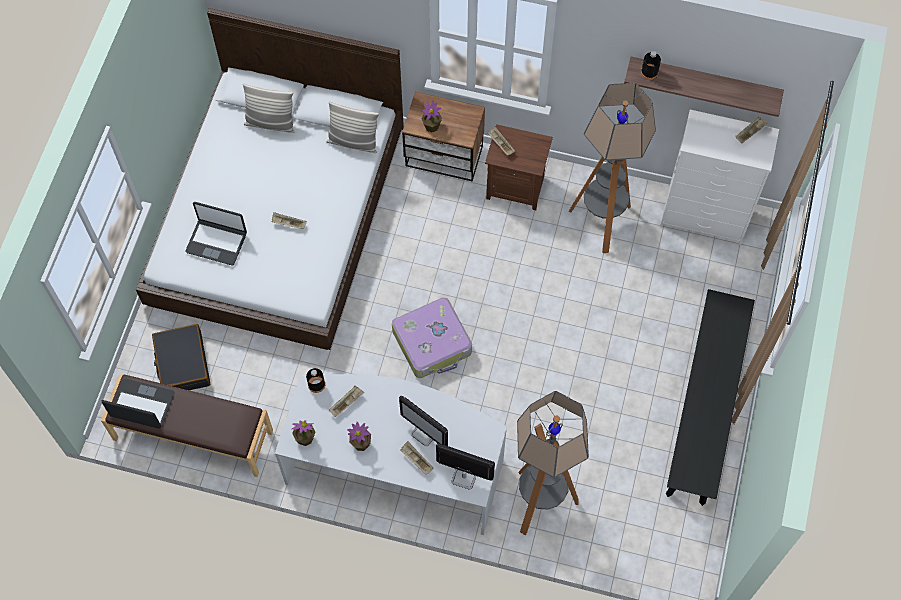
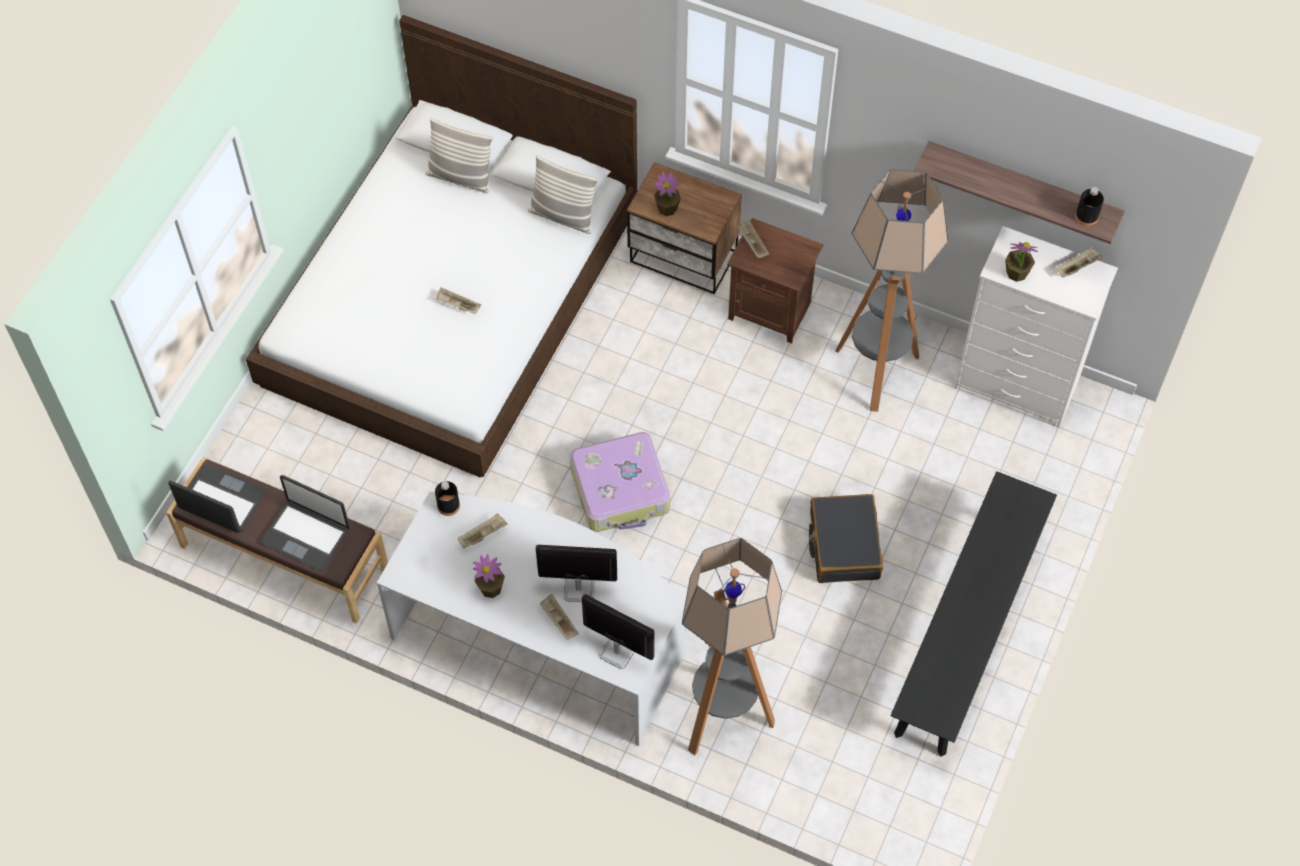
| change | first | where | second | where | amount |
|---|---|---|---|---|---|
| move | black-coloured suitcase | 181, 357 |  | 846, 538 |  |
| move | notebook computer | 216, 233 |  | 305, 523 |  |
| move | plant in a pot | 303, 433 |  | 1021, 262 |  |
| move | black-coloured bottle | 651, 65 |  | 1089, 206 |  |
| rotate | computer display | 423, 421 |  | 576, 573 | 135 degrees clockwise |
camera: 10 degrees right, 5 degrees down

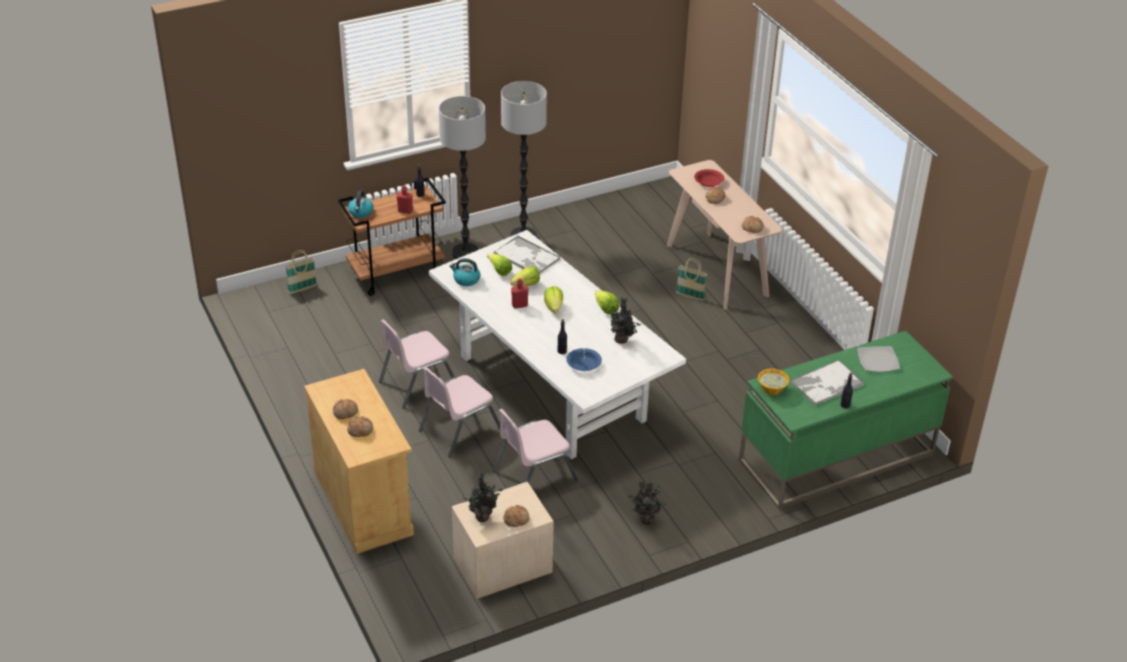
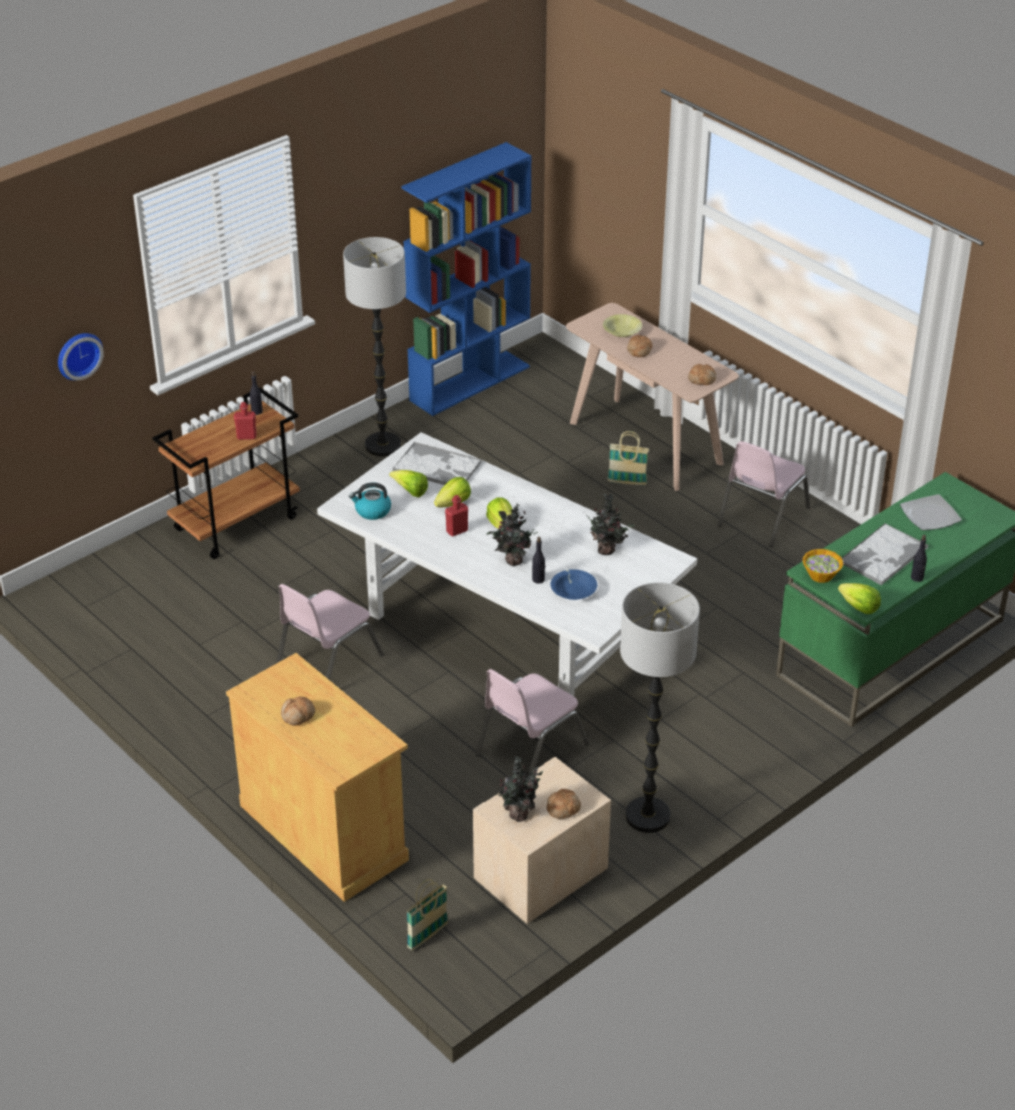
| change | first | where | second | where | amount |
|---|---|---|---|---|---|
| delete | bread | 360, 426 |  |  |  |
| delete | kettle | 360, 204 |  |  |  |
| insert |  |  | clock on the wall | 81, 356 |  |
| insert |  |  | bluish bookcase | 466, 279 |  |
| move | storage basket | 301, 272 |  | 427, 915 |  |
| move | pink-coloured upright chair | 459, 412 |  | 763, 494 |  |
| move | standing lamp | 462, 177 |  | 660, 707 |  |
| move | lettuce | 607, 302 |  | 859, 598 |  |
| move | plant in a pot | 647, 502 |  | 513, 534 |  |
| recolor | reddish bowl | 709, 178 | yellowish bowl | 622, 325 |  |
camera: 15 degrees left, 0 degrees up

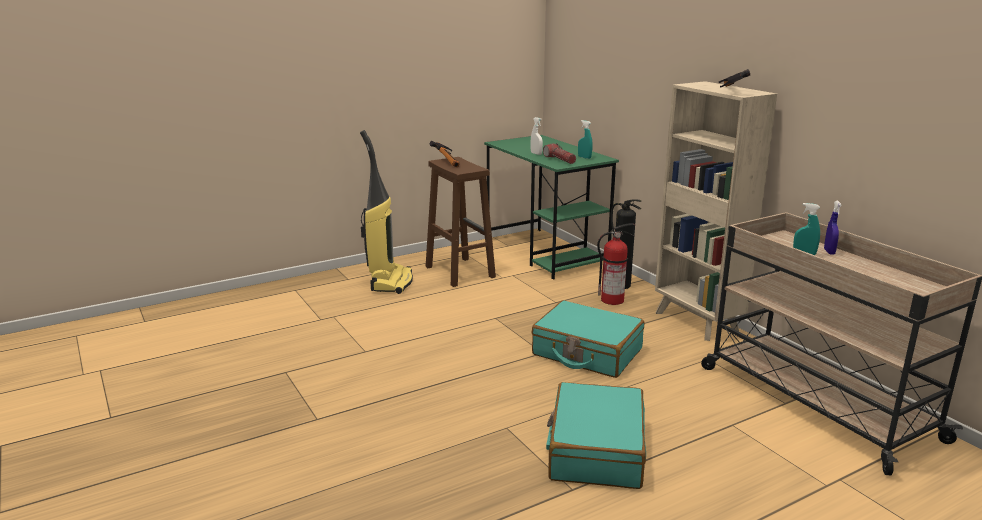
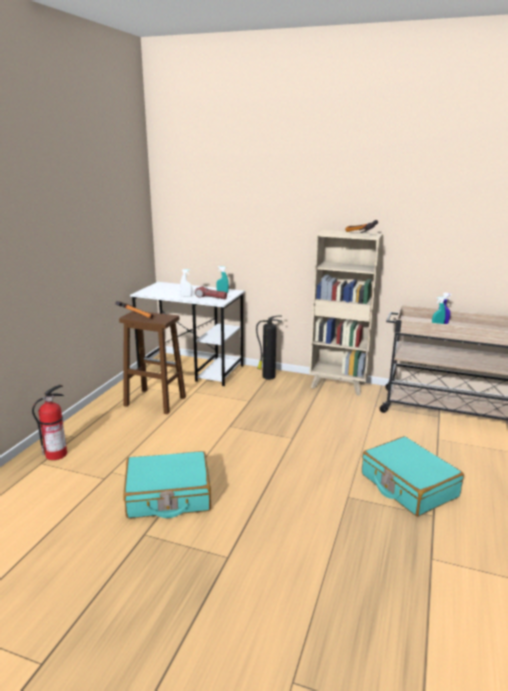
| change | first | where | second | where | amount |
|---|---|---|---|---|---|
| delete | vacuum cleaner | 386, 212 |  |  |  |
| move | turquoise suitcase | 587, 339 |  | 167, 484 |  |
| move | fire extinguisher | 616, 264 |  | 49, 422 |  |
| recolor | green-coloured desk | 551, 207 | whitish desk | 187, 334 |  |
camera: 40 degrees left, 0 degrees up

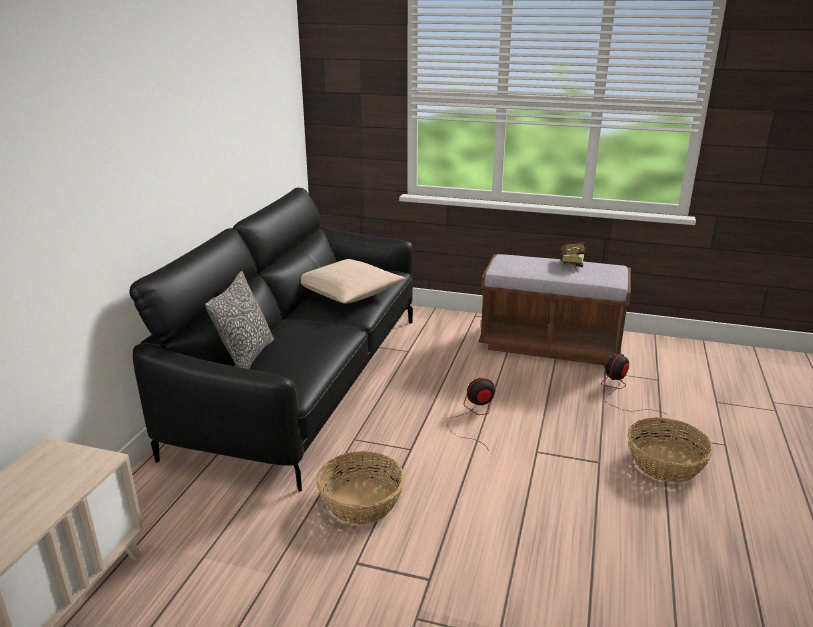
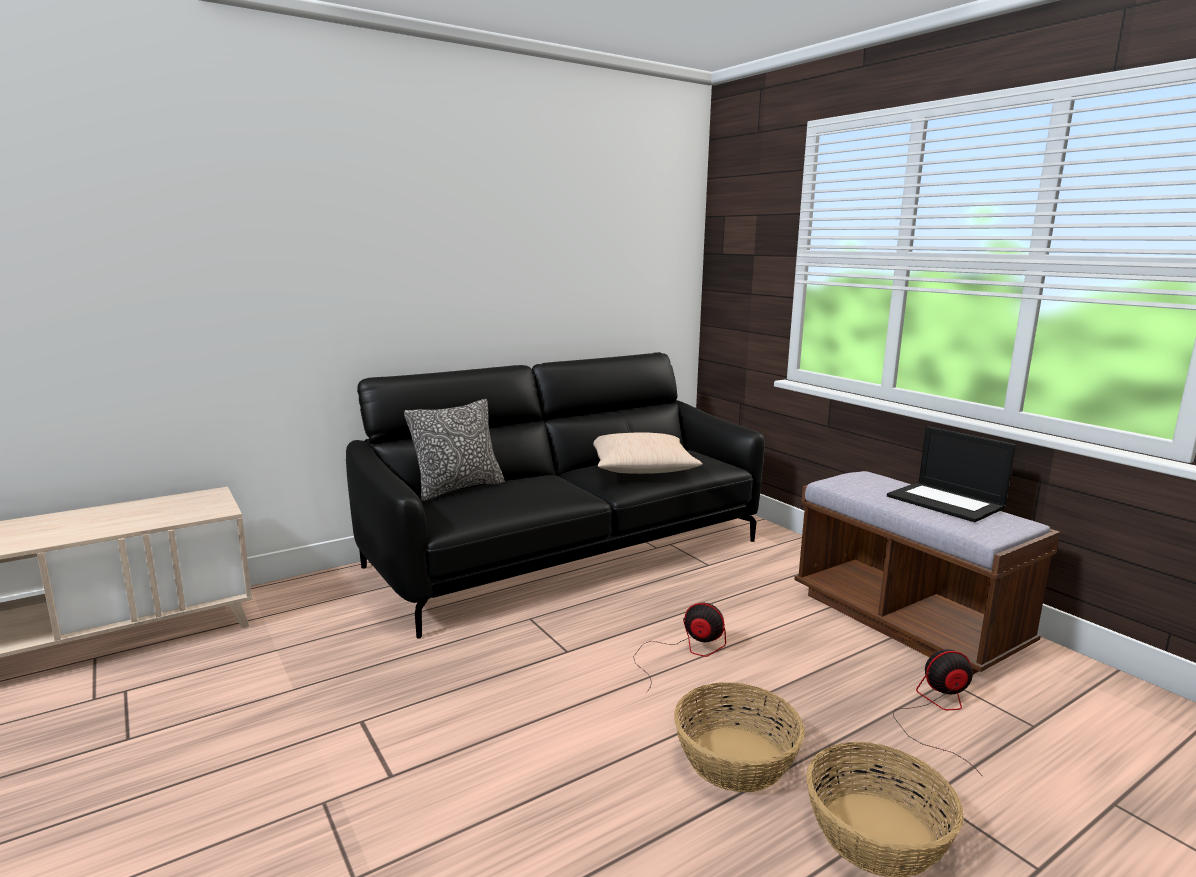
| change | first | where | second | where | amount |
|---|---|---|---|---|---|
| move | storage basket | 360, 488 |  | 739, 737 |  |
| replace | bound book | 573, 257 | notebook computer | 951, 474 |  |
camera: 40 degrees right, 10 degrees down

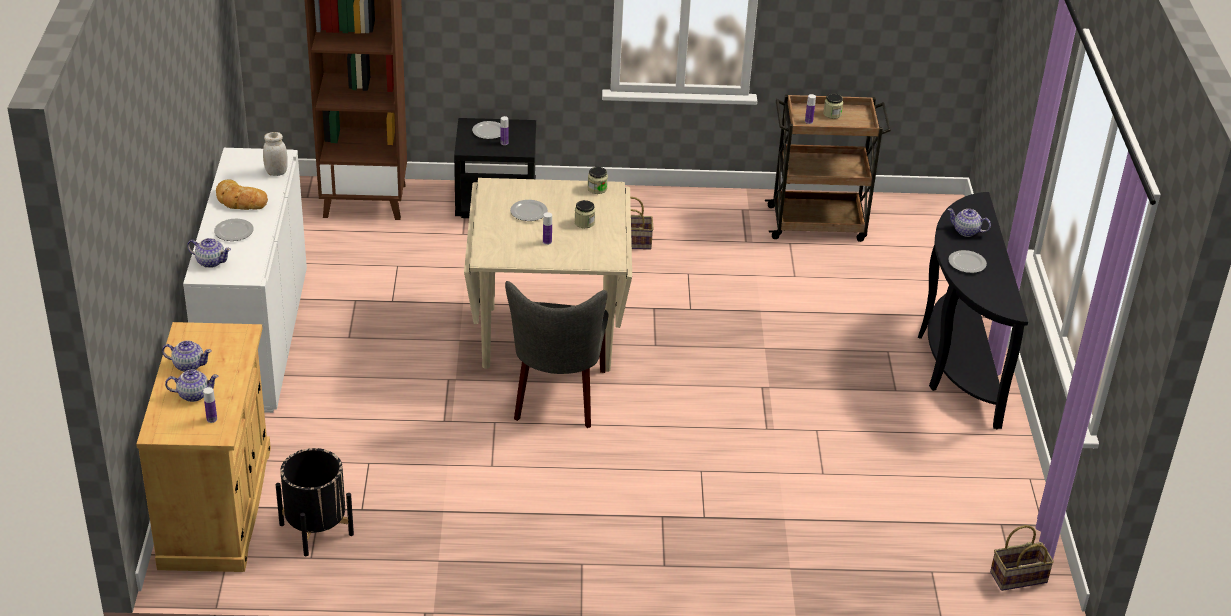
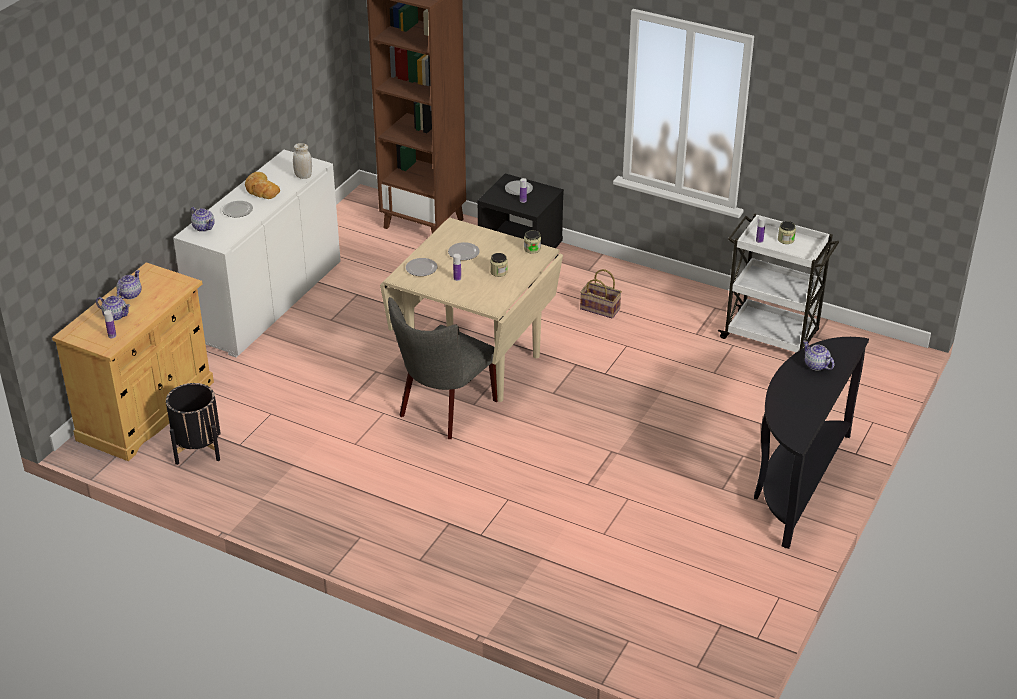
| change | first | where | second | where | amount |
|---|---|---|---|---|---|
| delete | storage basket | 1022, 558 |  |  |  |
| move | flat dish | 967, 261 |  | 421, 267 |  |
| recolor | brown cart | 828, 168 | whitish cart | 778, 283 |  |
| rotate | teapot | 187, 356 |  | 129, 284 | 105 degrees counterclockwise |
camera: 30 degrees right, 0 degrees up

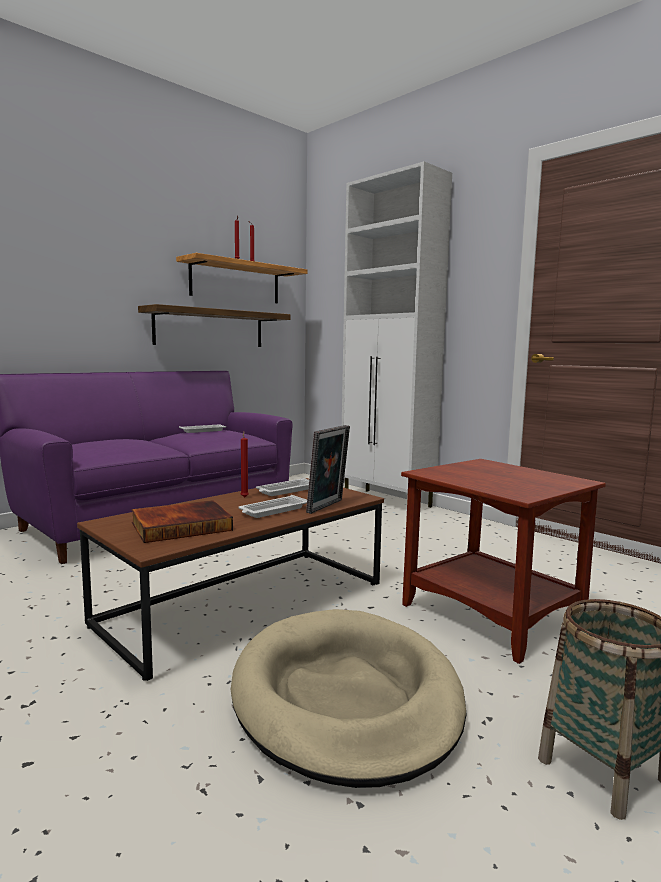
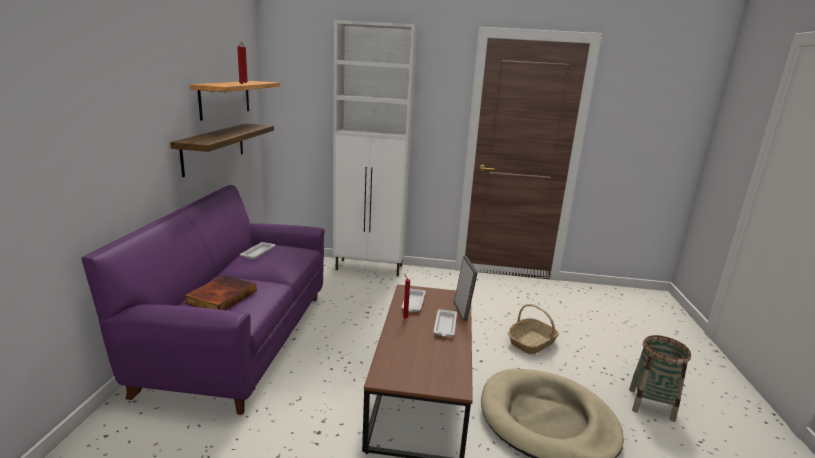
| change | first | where | second | where | amount |
|---|---|---|---|---|---|
| move | bound book | 182, 521 |  | 220, 292 |  |
| replace | brown side table | 503, 561 | storage basket | 533, 329 |  |
camera: 40 degrees left, 10 degrees up

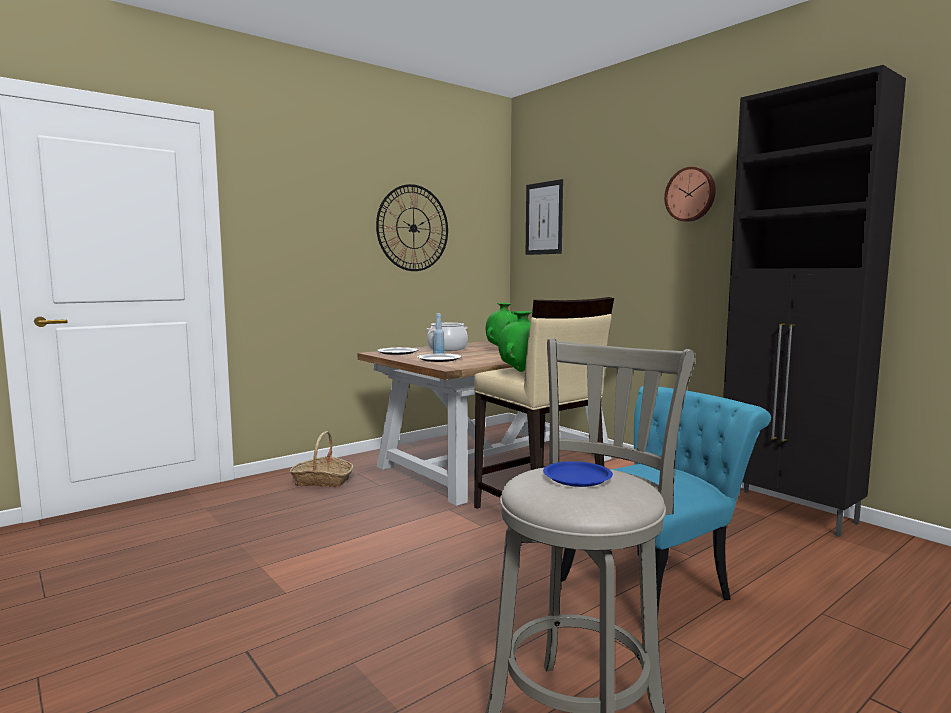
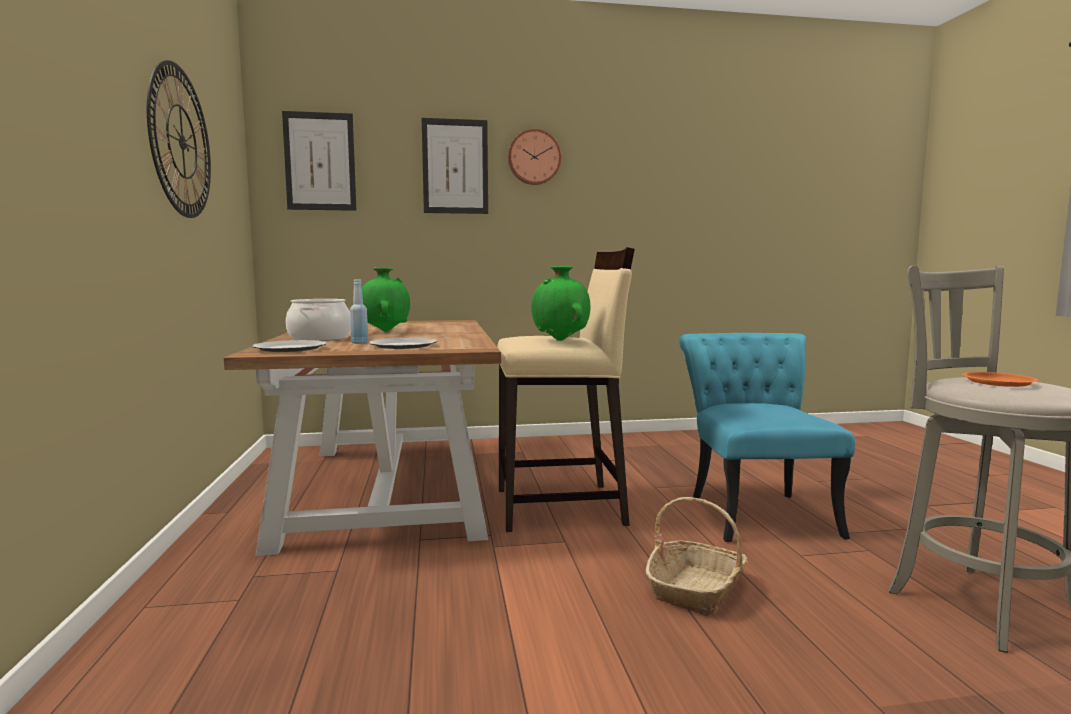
| change | first | where | second | where | amount |
|---|---|---|---|---|---|
| delete | black-coloured cabinet | 814, 301 |  |  |  |
| insert |  |  | picture | 455, 166 |  |
| move | storage basket | 322, 459 |  | 697, 556 |  |
| recolor | bluish flat dish | 578, 474 | orange flat dish | 1000, 379 |  |
camera: 60 degrees left, 0 degrees up

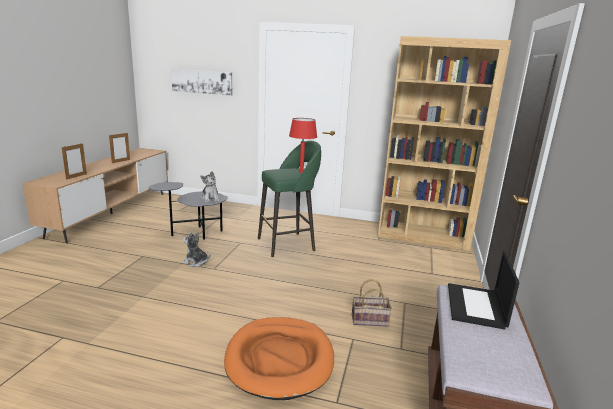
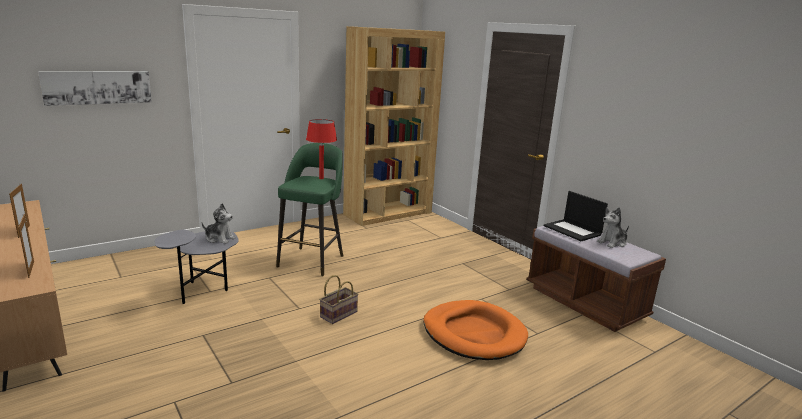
| change | first | where | second | where | amount |
|---|---|---|---|---|---|
| move | cuddly toy | 196, 249 |  | 613, 227 |  |
| move | storage basket | 372, 303 |  | 338, 299 |  |
camera: 50 degrees left, 0 degrees up

